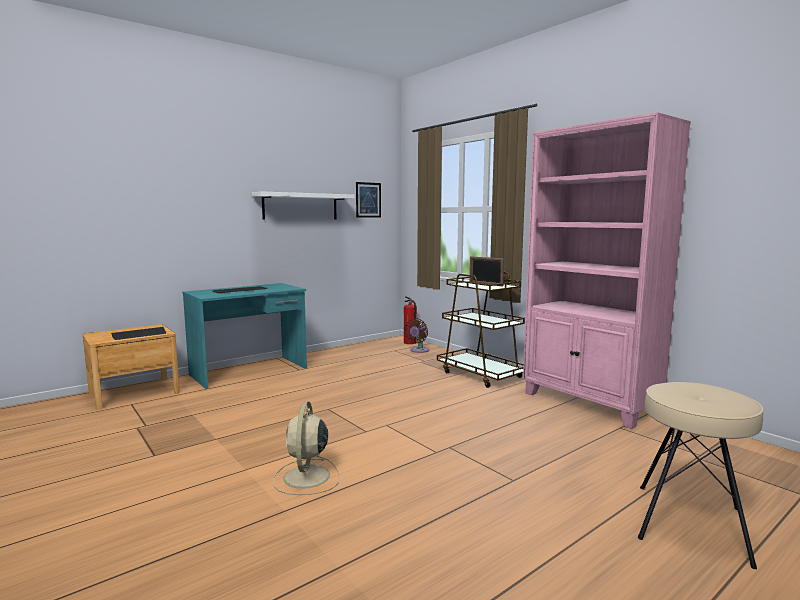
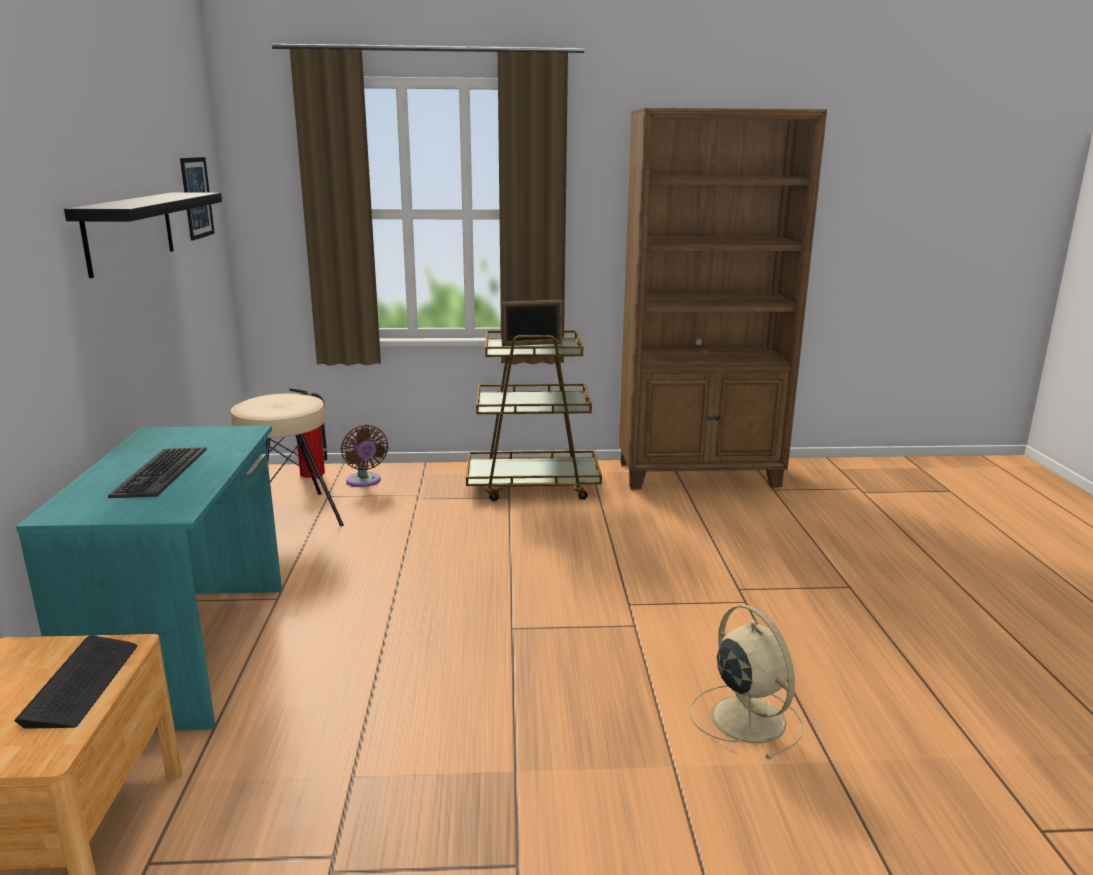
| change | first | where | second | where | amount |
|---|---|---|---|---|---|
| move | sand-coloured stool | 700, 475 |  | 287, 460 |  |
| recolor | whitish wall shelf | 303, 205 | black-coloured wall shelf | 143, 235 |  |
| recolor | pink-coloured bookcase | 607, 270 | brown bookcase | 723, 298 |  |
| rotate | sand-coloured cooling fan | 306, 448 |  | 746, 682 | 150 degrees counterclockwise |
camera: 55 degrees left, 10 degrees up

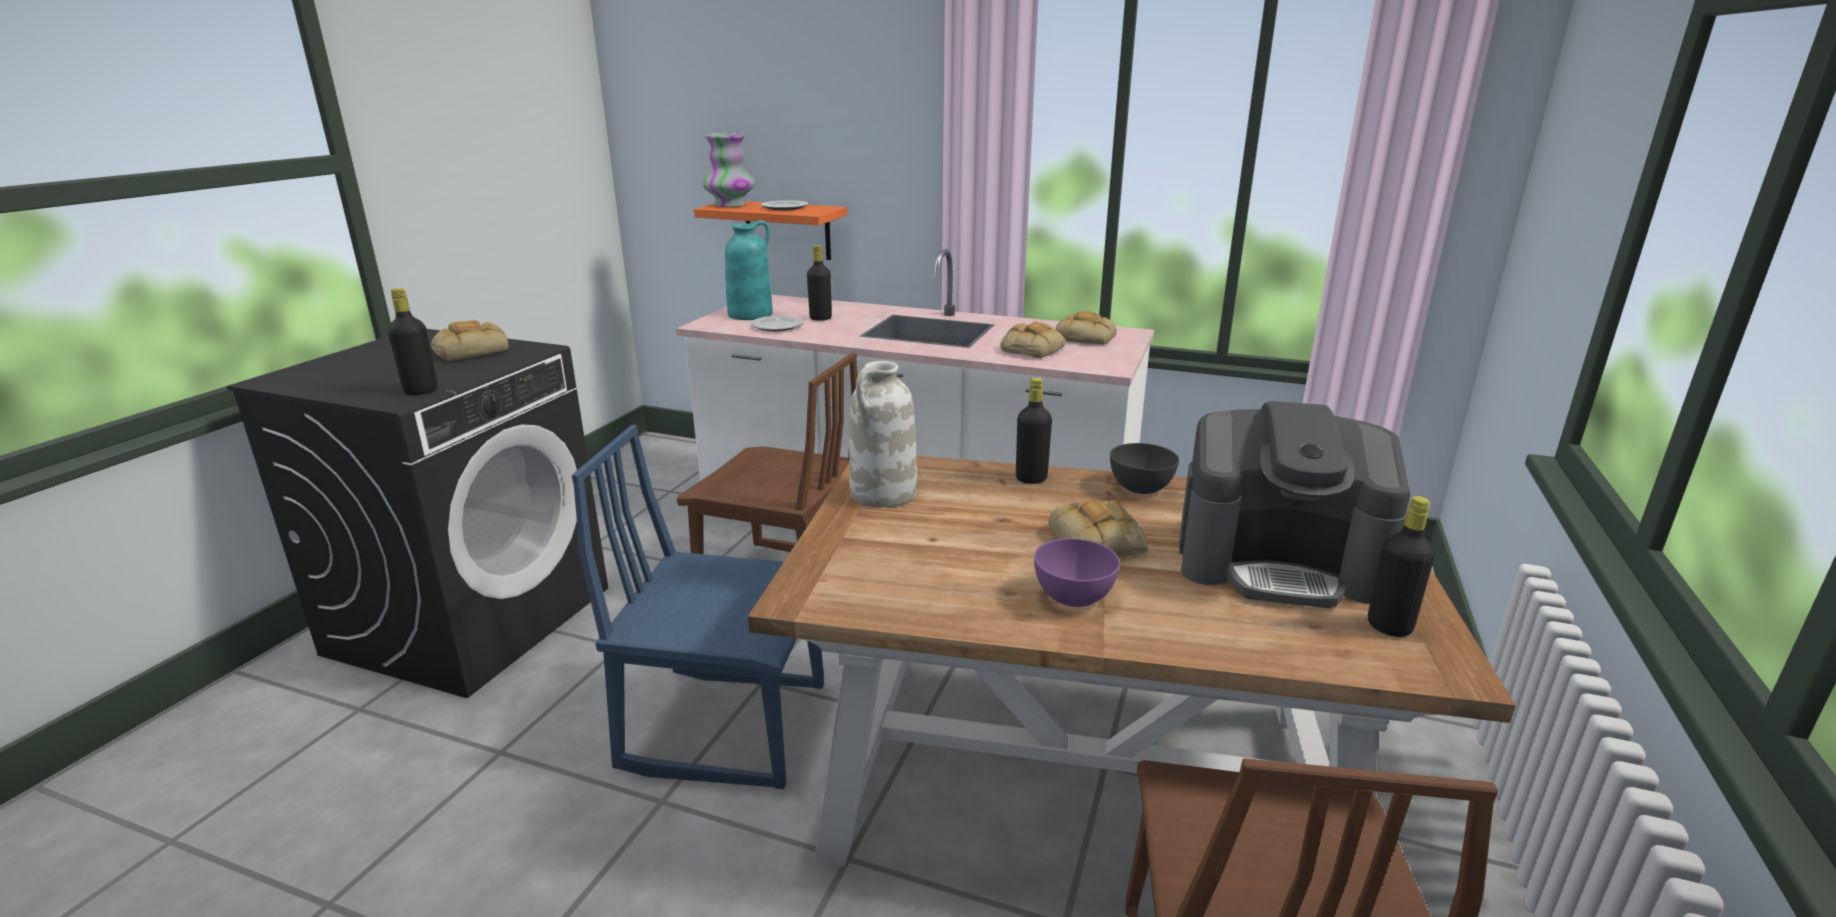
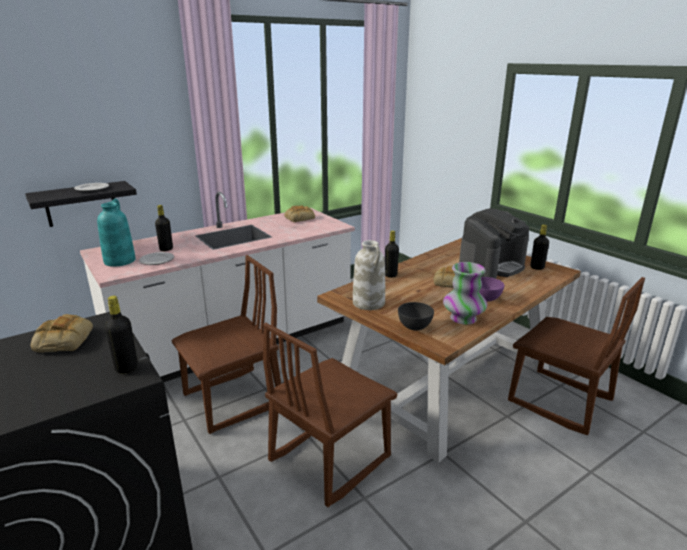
| change | first | where | second | where | amount |
|---|---|---|---|---|---|
| delete | bread | 1033, 340 |  |  |  |
| move | vase | 728, 170 |  | 465, 293 |  |
| move | grey bowl | 1144, 468 |  | 416, 316 |  |
| recolor | bluish upright chair | 697, 607 | brown upright chair | 330, 415 |  |
| recolor | orange wall shelf | 770, 230 | black-coloured wall shelf | 81, 204 |  |
camera: 55 degrees left, 0 degrees up

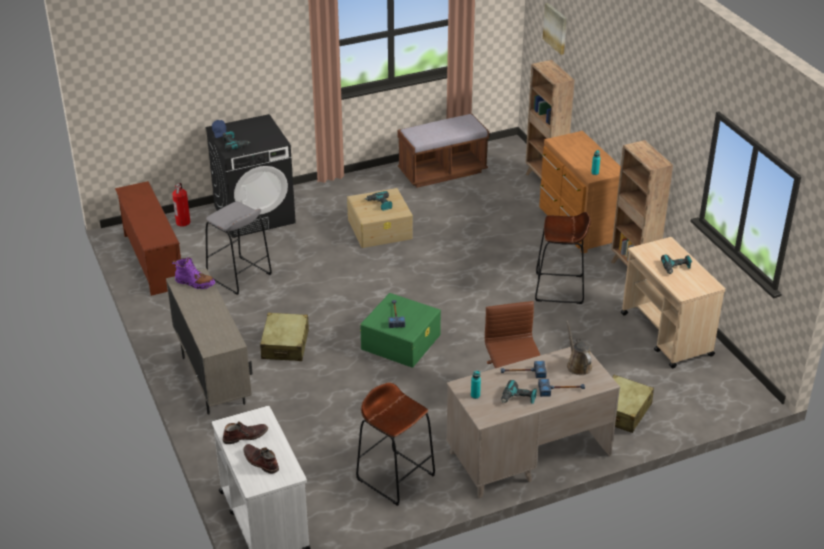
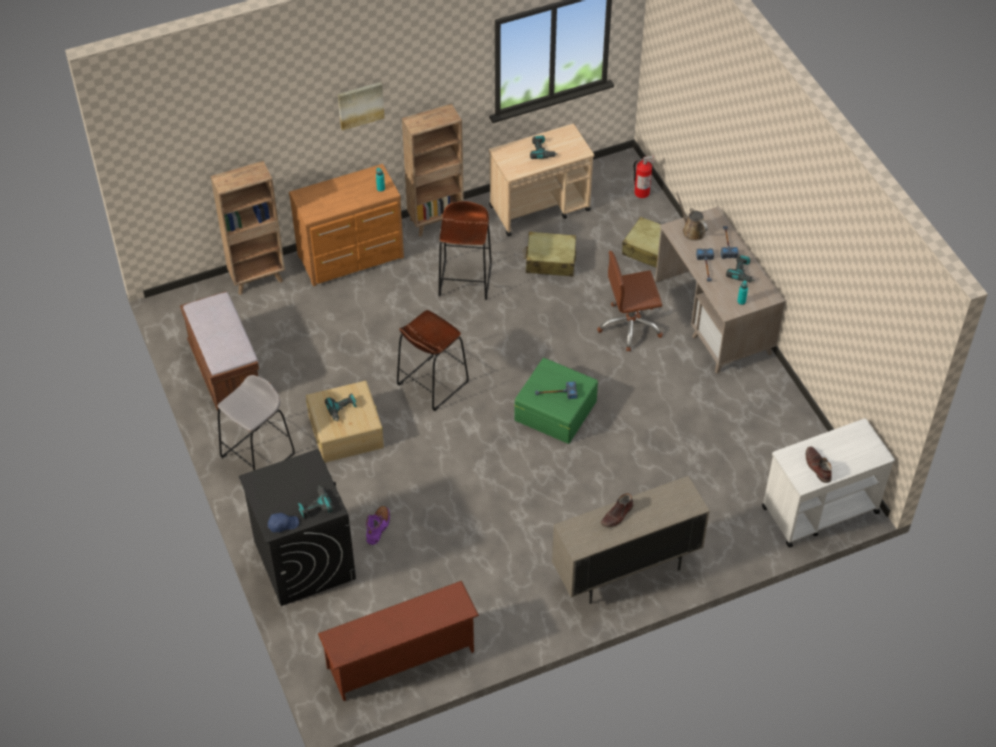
| change | first | where | second | where | amount |
|---|---|---|---|---|---|
| move | fire extinguisher | 181, 205 |  | 644, 177 |  |
| move | purple-coloured boot | 193, 273 |  | 378, 525 |  |
| move | grey stool | 239, 248 |  | 256, 423 |  |
| move | brown boot | 261, 459 |  | 617, 510 |  |
| move | sand-coloured suitcase | 284, 337 |  | 550, 253 |  |
| move | brown stool | 395, 444 |  | 433, 360 |  |
| move | picture | 555, 29 |  | 361, 106 |  |
| rotate | brown watering can | 579, 347 |  | 692, 217 | 75 degrees clockwise |
camera: 90 degrees left, 15 degrees up

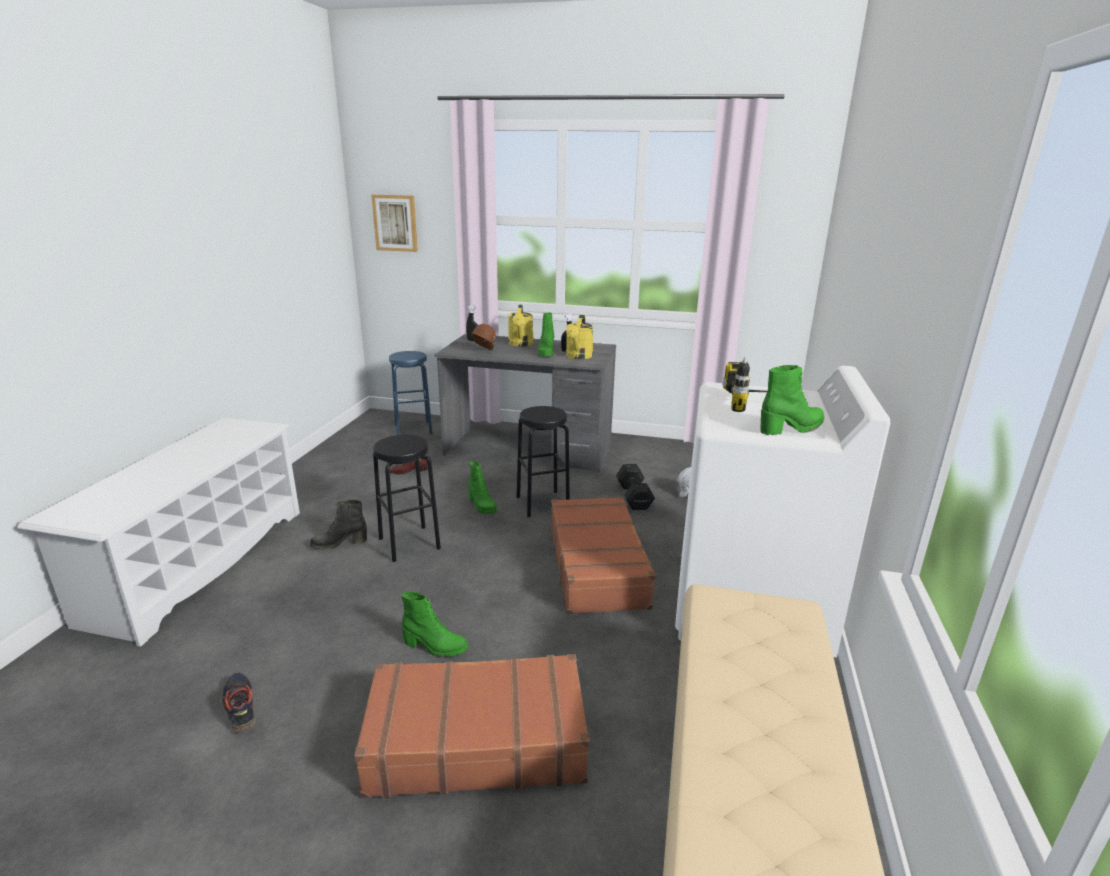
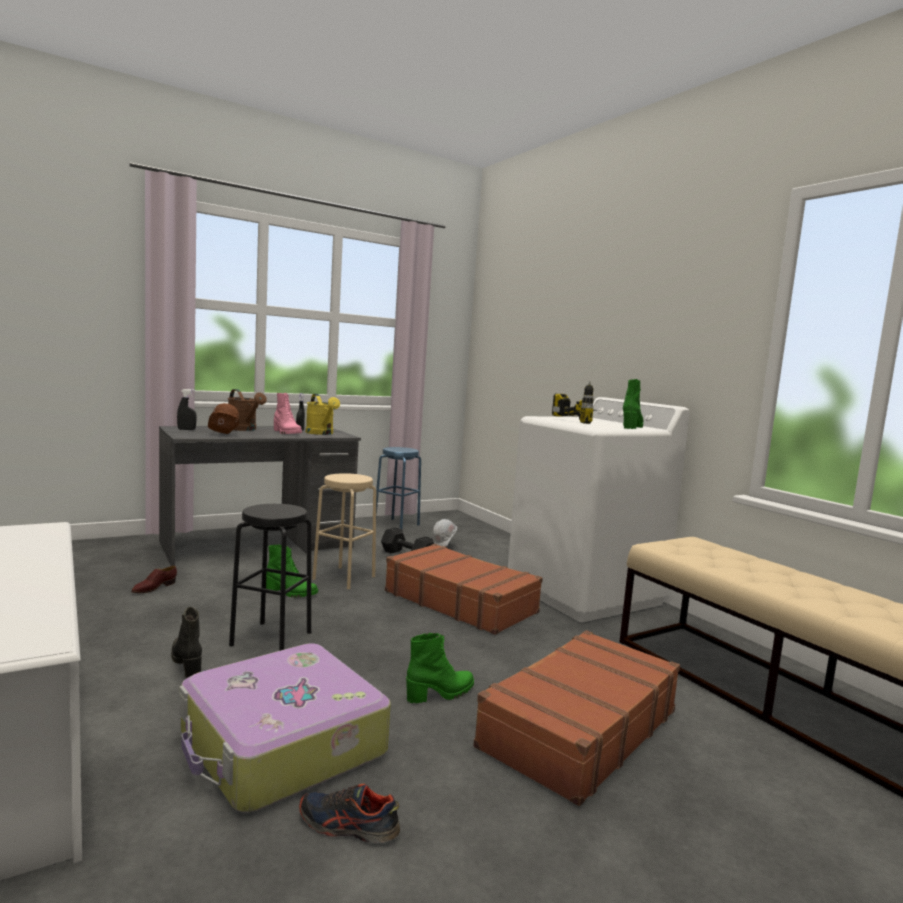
| change | first | where | second | where | amount |
|---|---|---|---|---|---|
| delete | picture | 394, 223 |  |  |  |
| insert |  |  | suitcase | 284, 727 |  |
| move | bluish stool | 411, 393 |  | 398, 488 |  |
| recolor | yellowish watering can | 521, 326 | brown watering can | 247, 410 |  |
| recolor | black-coloured stool | 543, 461 | sand-coloured stool | 344, 531 |  |
| recolor | green-coloured boot | 545, 334 | pink-coloured boot | 288, 413 |  |
| rotate | black-coloured boot | 338, 525 |  | 186, 643 | 120 degrees clockwise |
camera: 45 degrees left, 15 degrees down

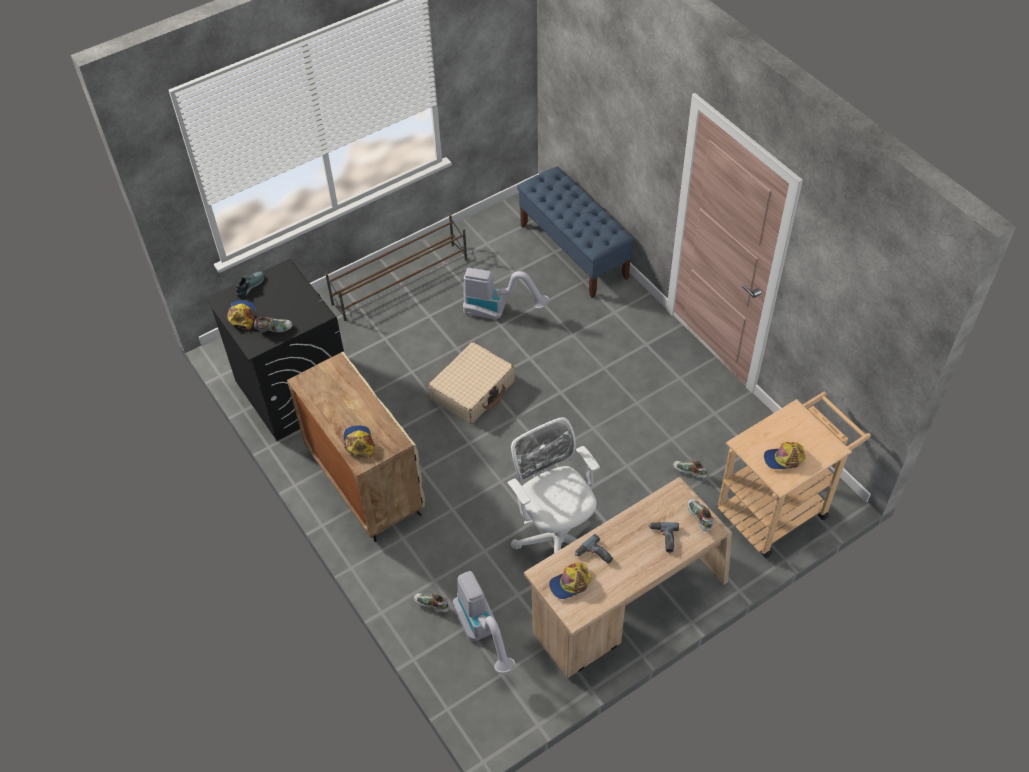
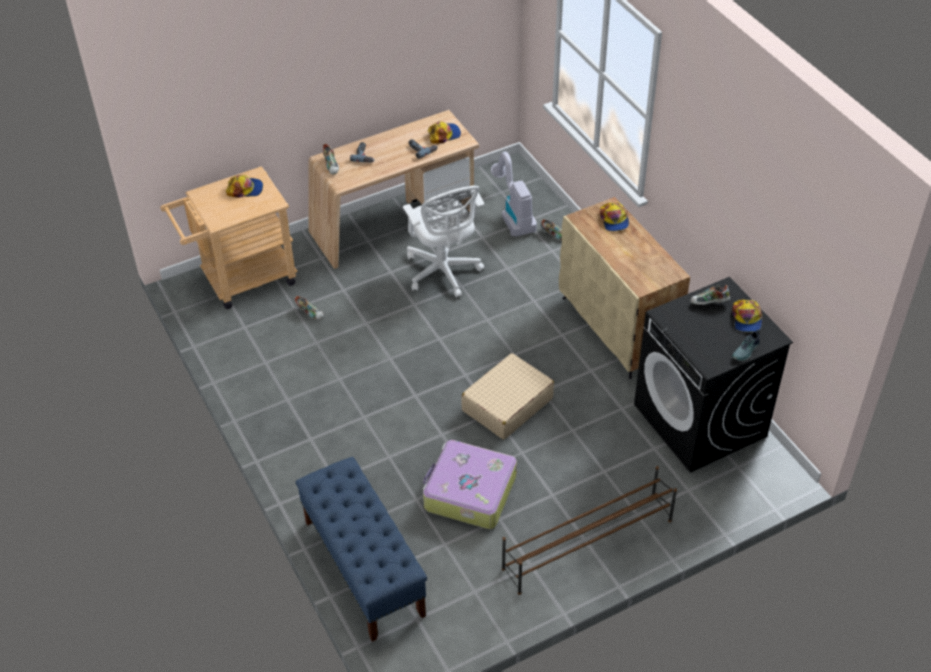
| change | first | where | second | where | amount |
|---|---|---|---|---|---|
| replace | vacuum cleaner | 506, 294 | suitcase | 470, 484 |  |
camera: 175 degrees left, 5 degrees down

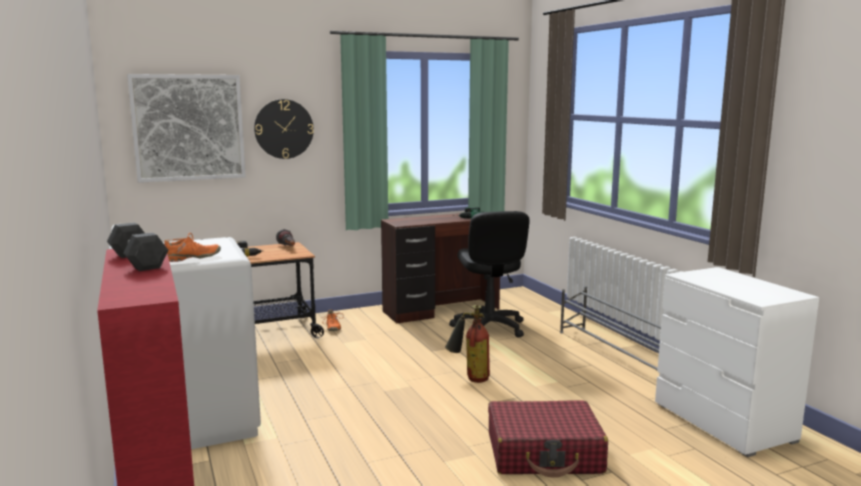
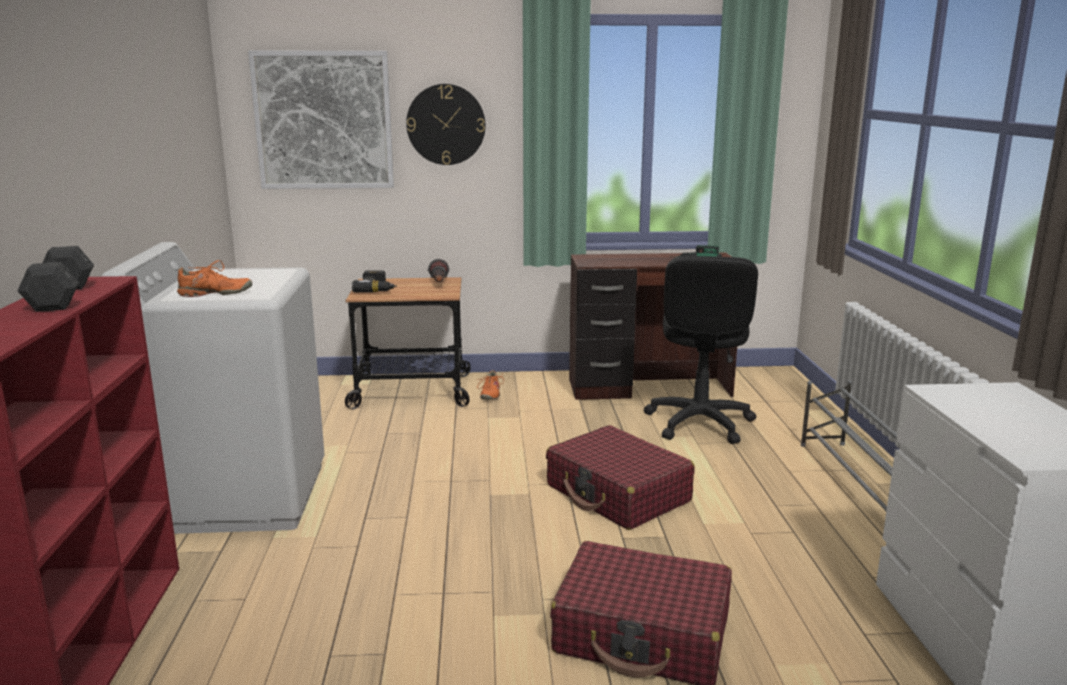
| change | first | where | second | where | amount |
|---|---|---|---|---|---|
| replace | fire extinguisher | 467, 344 | reddish suitcase | 620, 477 |  |
camera: 20 degrees right, 5 degrees up

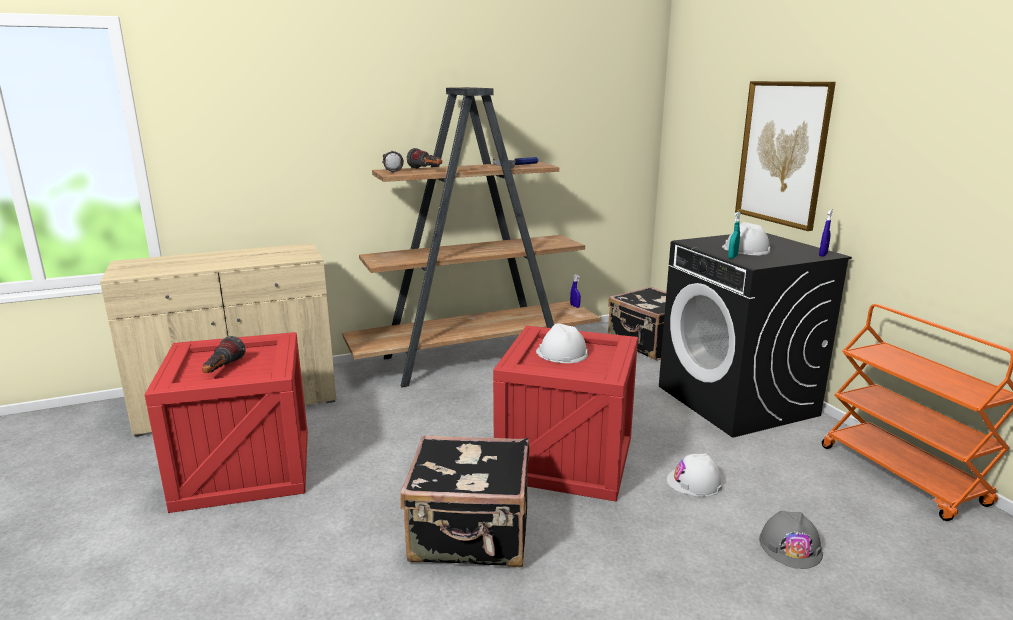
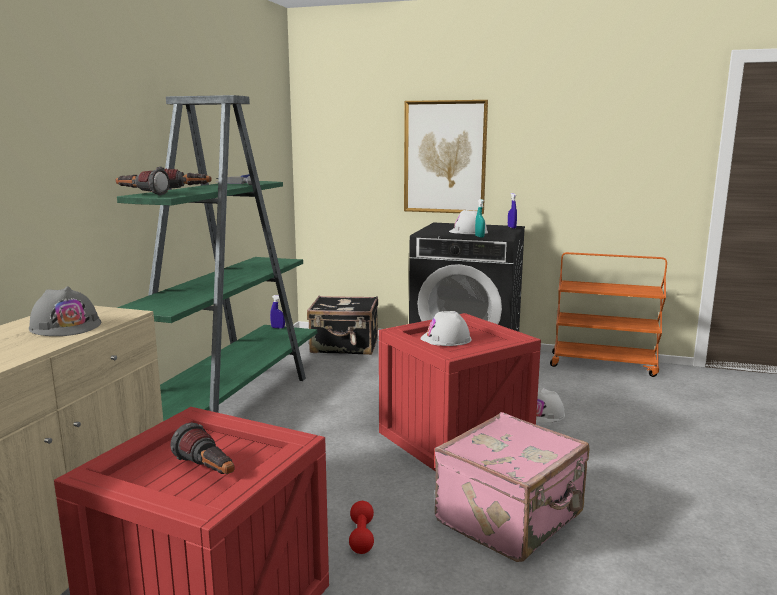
| change | first | where | second | where | amount |
|---|---|---|---|---|---|
| insert |  |  | reddish dumbbell | 361, 527 |  |
| move | grey safety helmet | 791, 540 |  | 65, 311 |  |
| recolor | brown bookcase | 471, 237 | green-coloured bookcase | 217, 258 |  |
| recolor | black-coloured suitcase | 464, 501 | pink-coloured suitcase | 512, 487 |  |
camera: 50 degrees left, 5 degrees down

